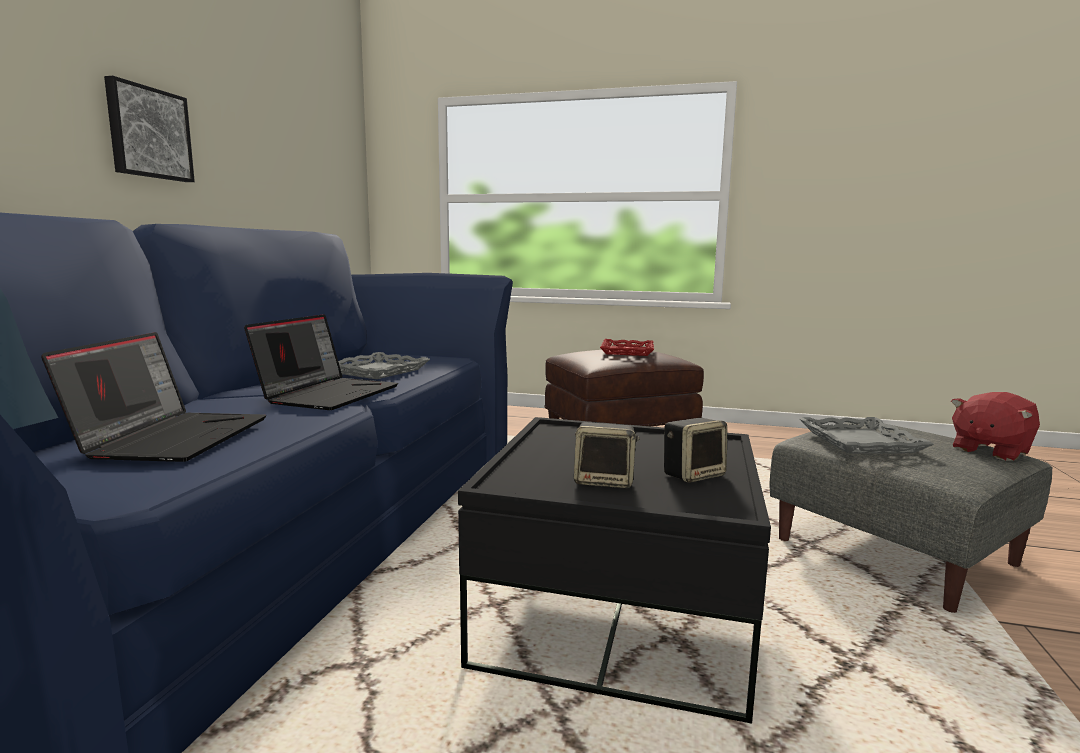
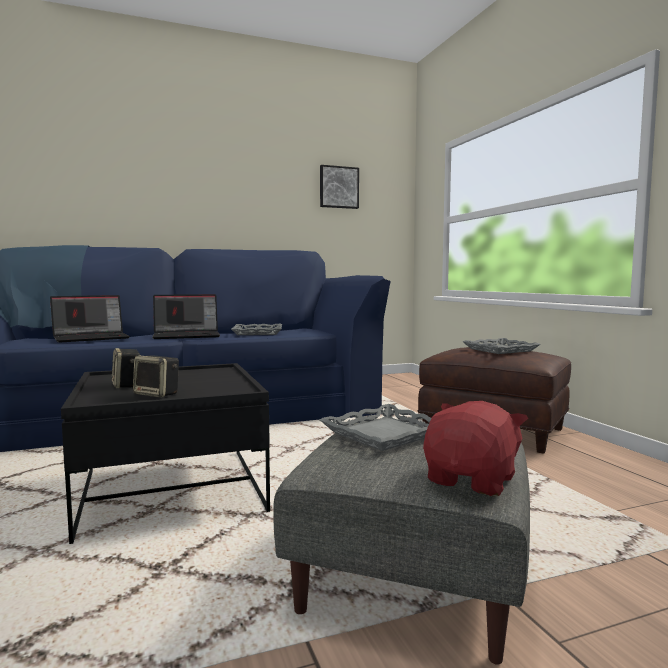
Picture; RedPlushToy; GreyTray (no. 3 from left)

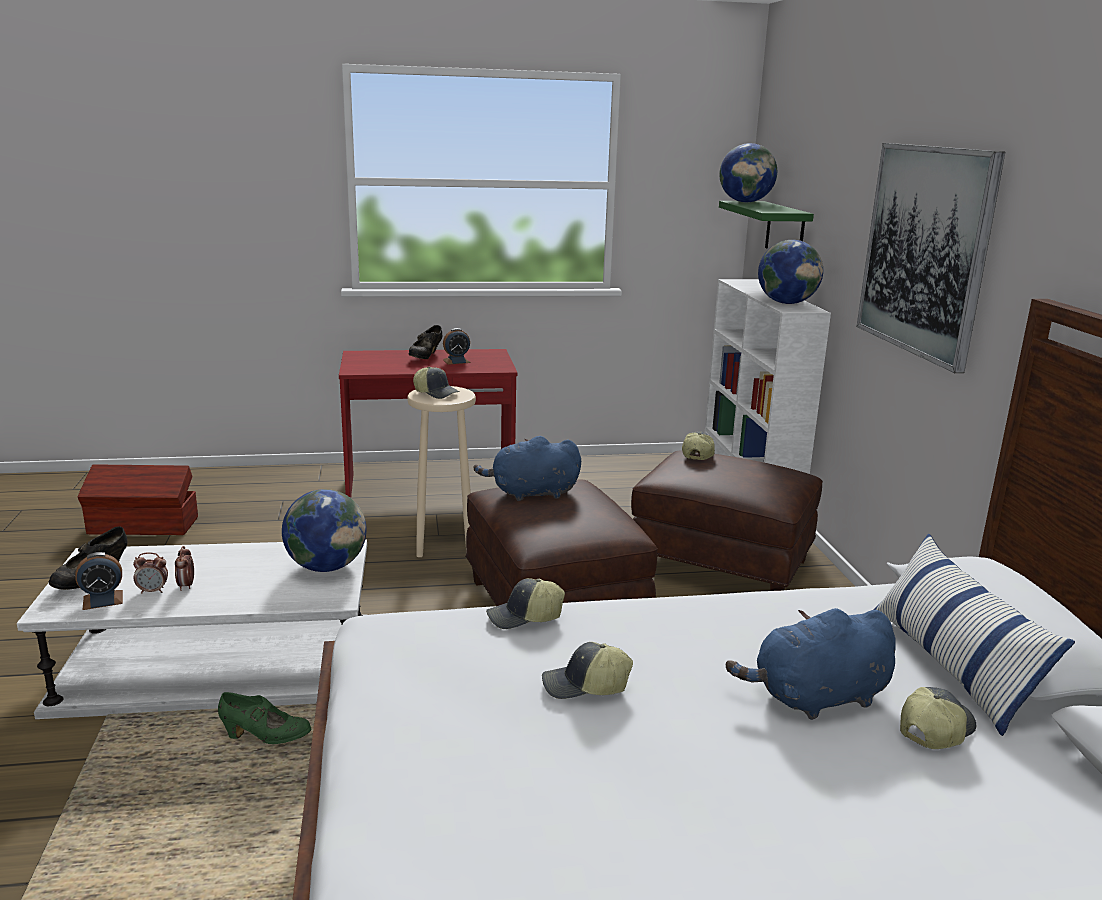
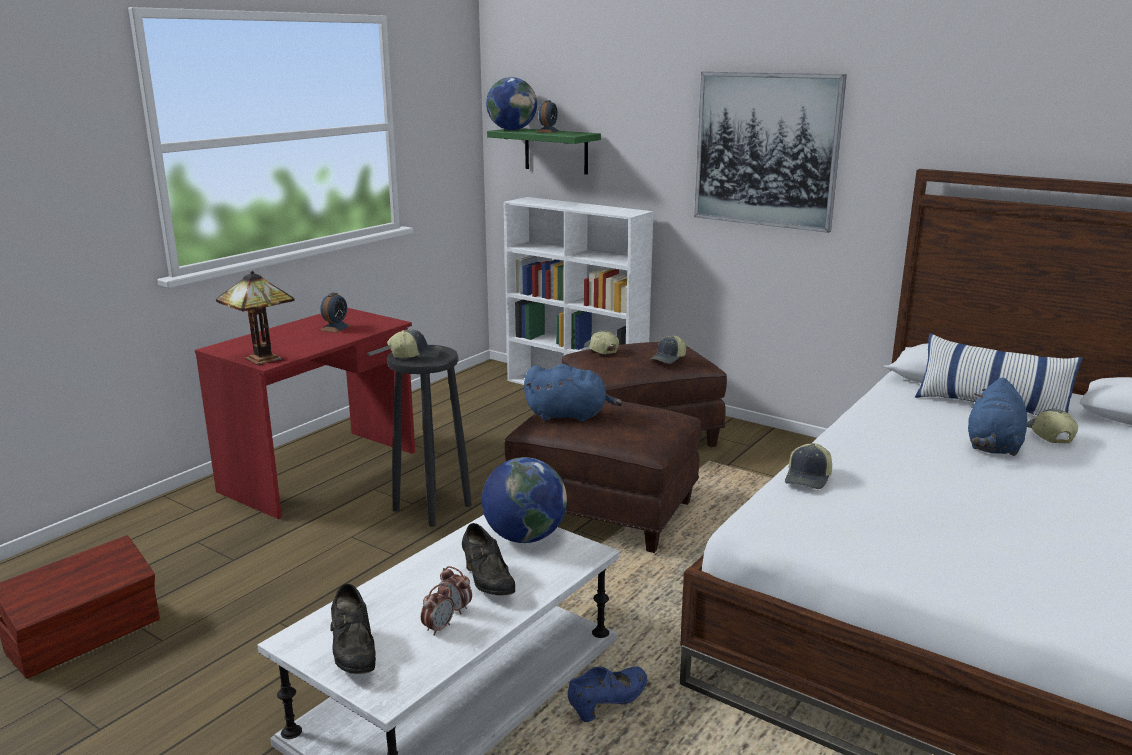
TableLamp; BlackStool; BlackShoe (no. 2 from left); BluePlushToy (no. 1 from left); AlarmClock (no. 4 from left); BlueShoe; Cap (no. 3 from left); Globe (no. 3 from left in the first image)

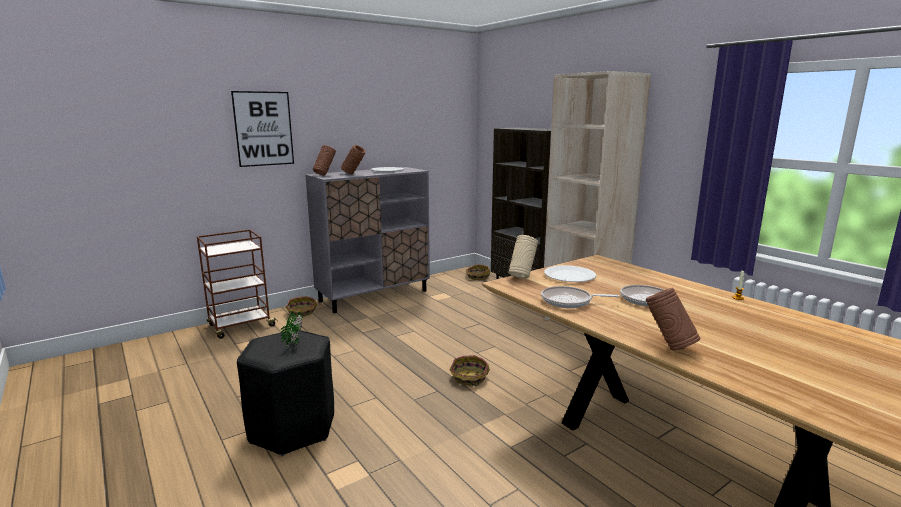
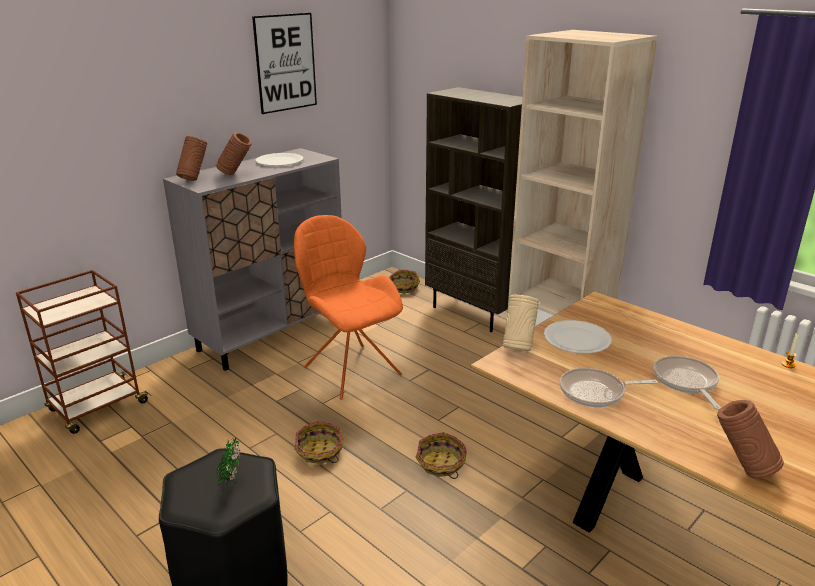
Picture; OrangeChair; Basket (no. 1 from left)

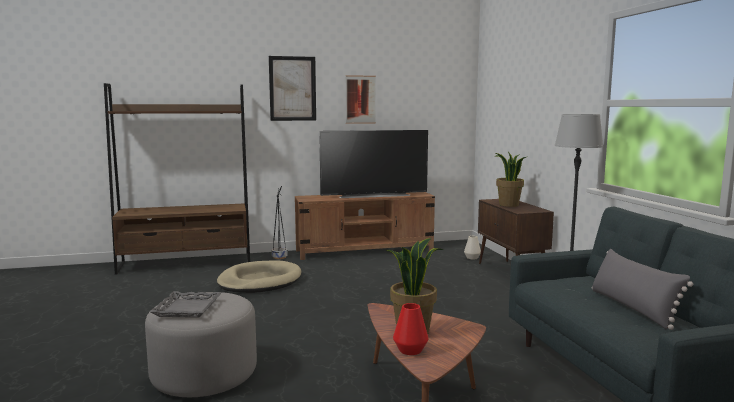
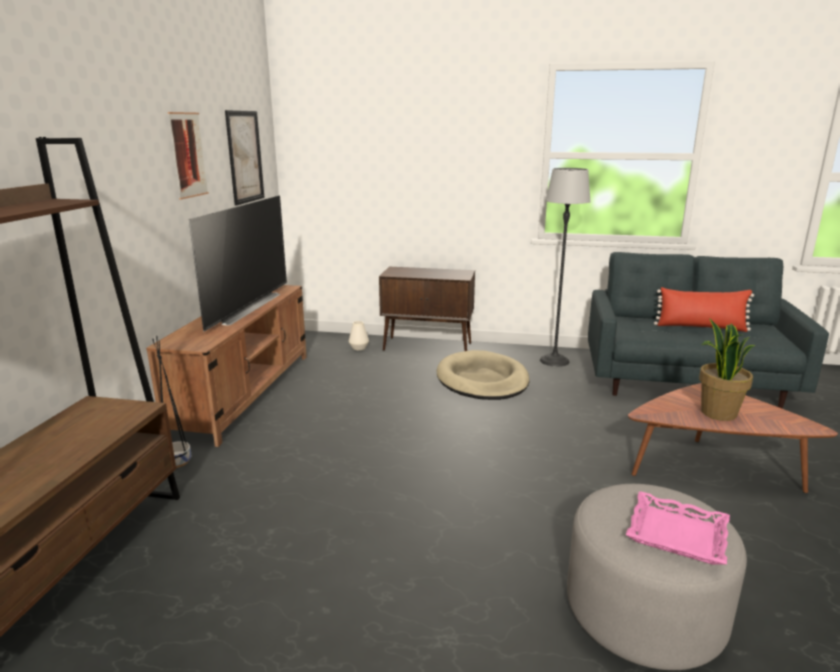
Picture (no. 2 from left); BeigeDogBed; PinkTray; RedPillow; RedVase; PottedPlant (no. 2 from left in the first image)

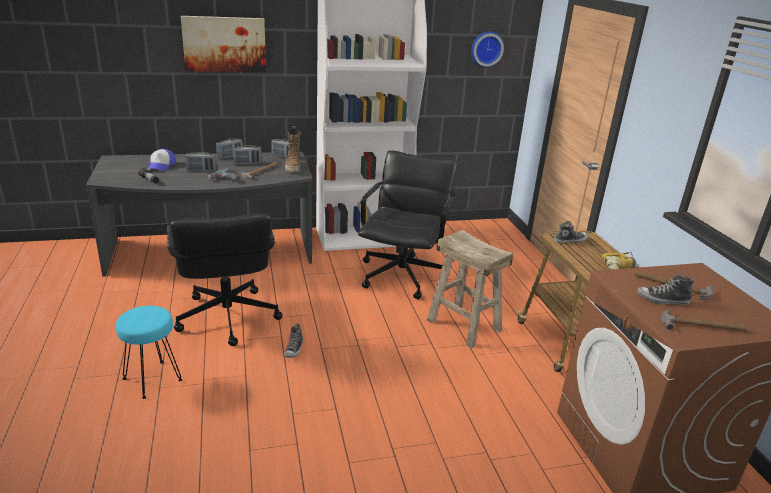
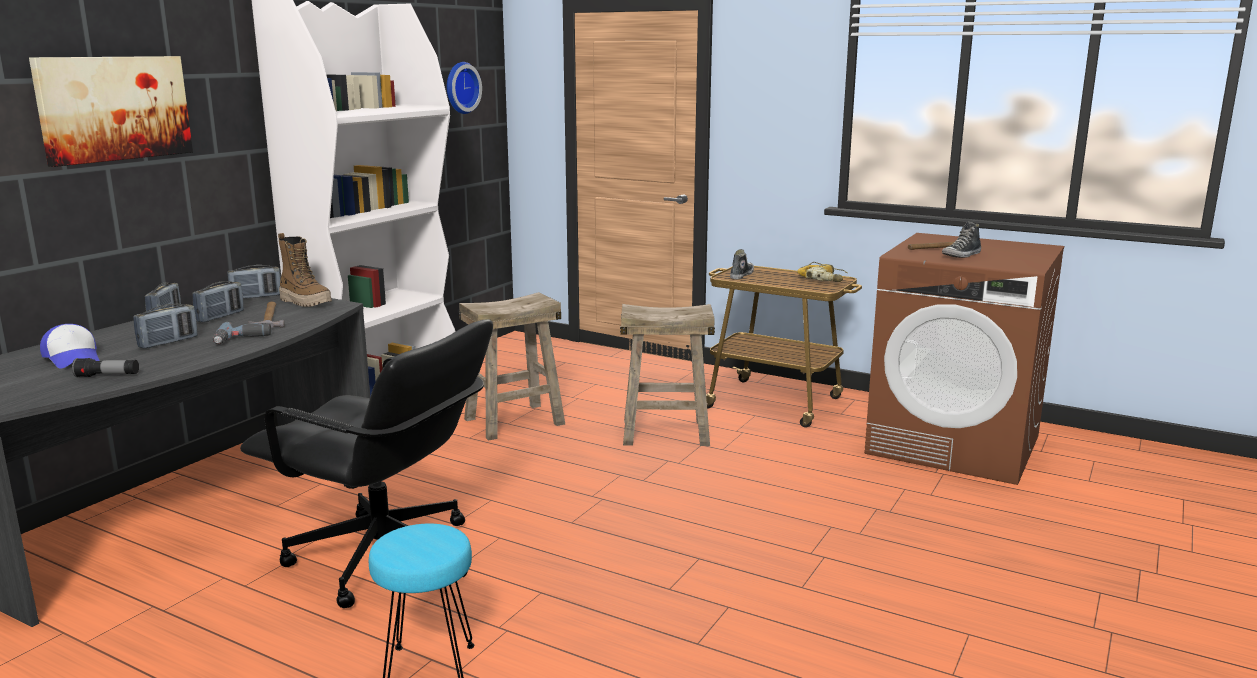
BeigeStool (no. 1 from left); Shoe (no. 1 from left in the first image); Hammer (no. 3 from left in the first image)

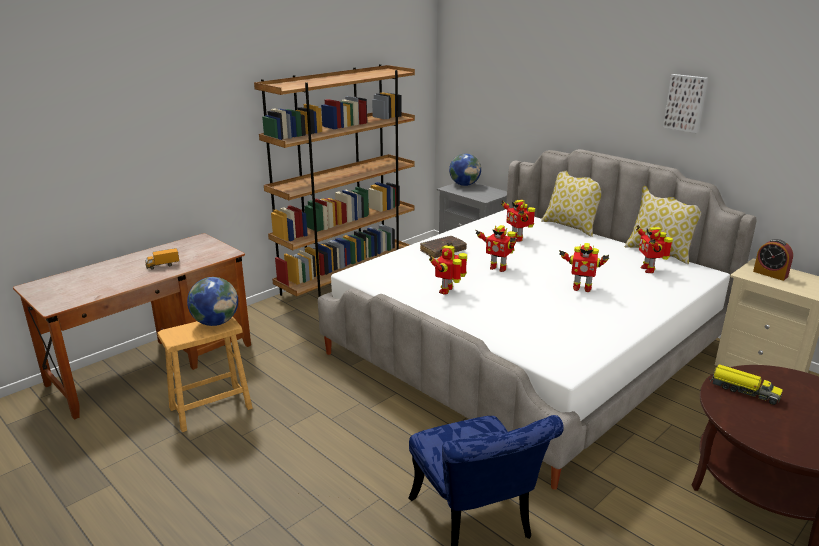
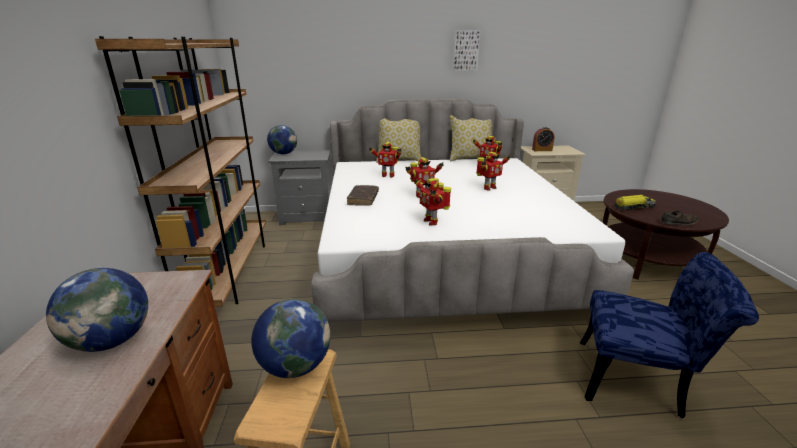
Globe (no. 1 from left); BrownShoe

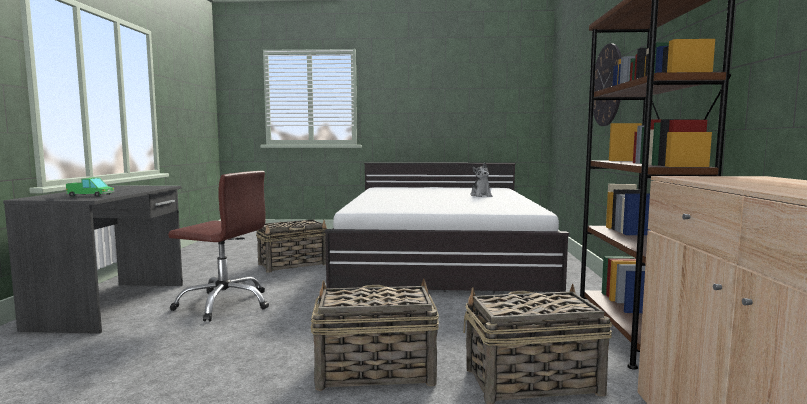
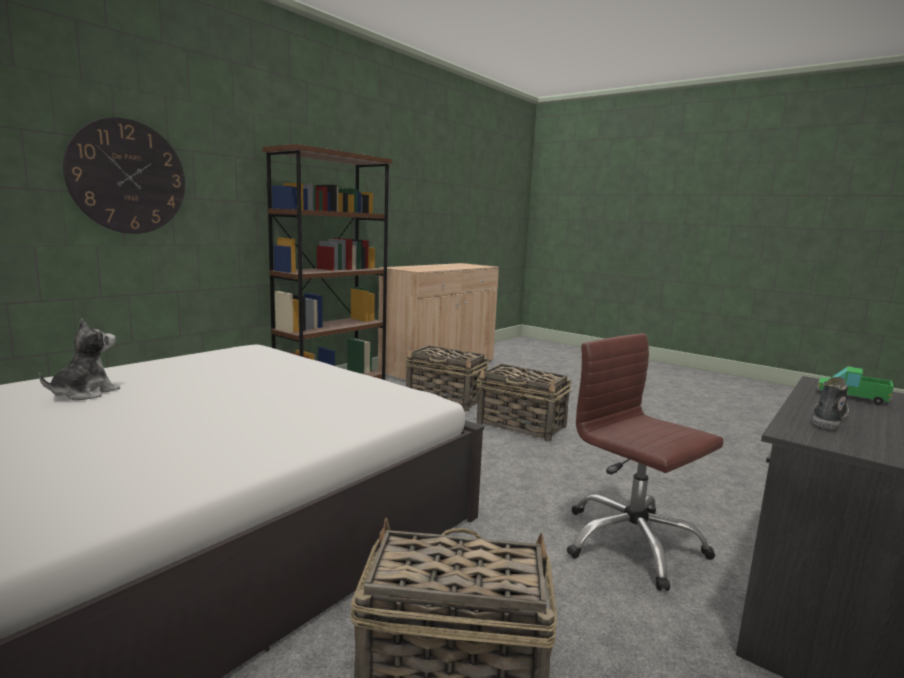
Shoe

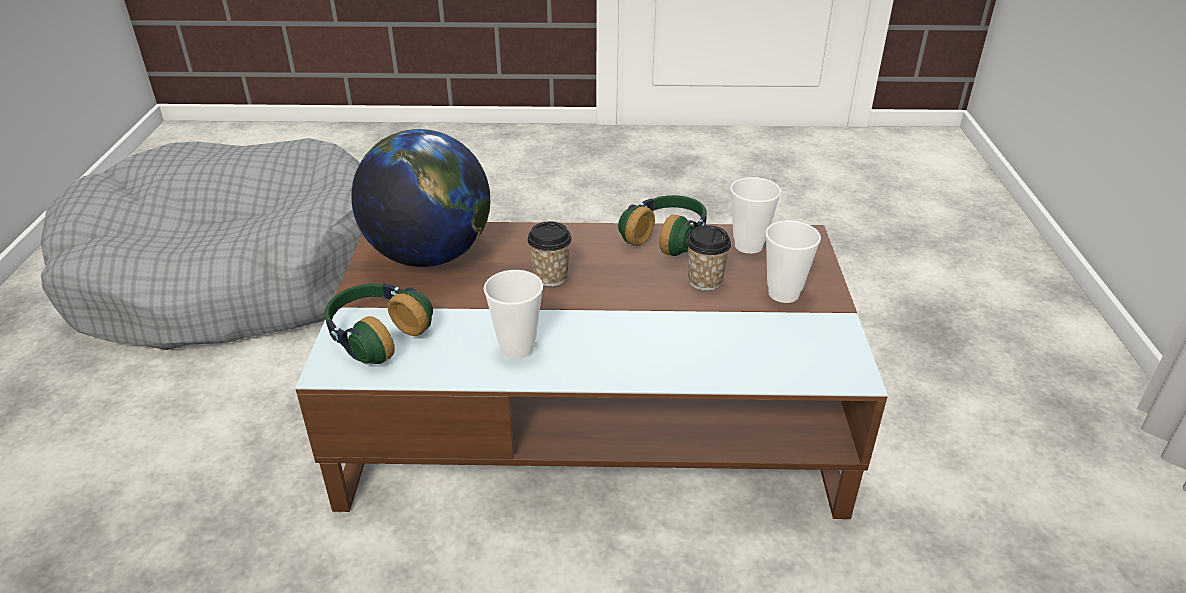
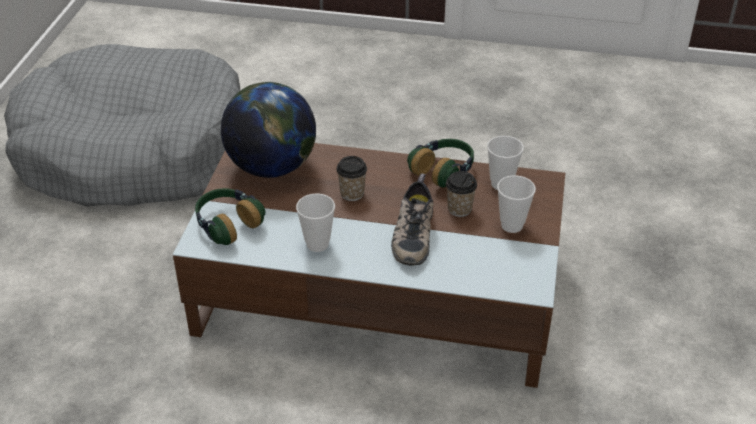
Shoe

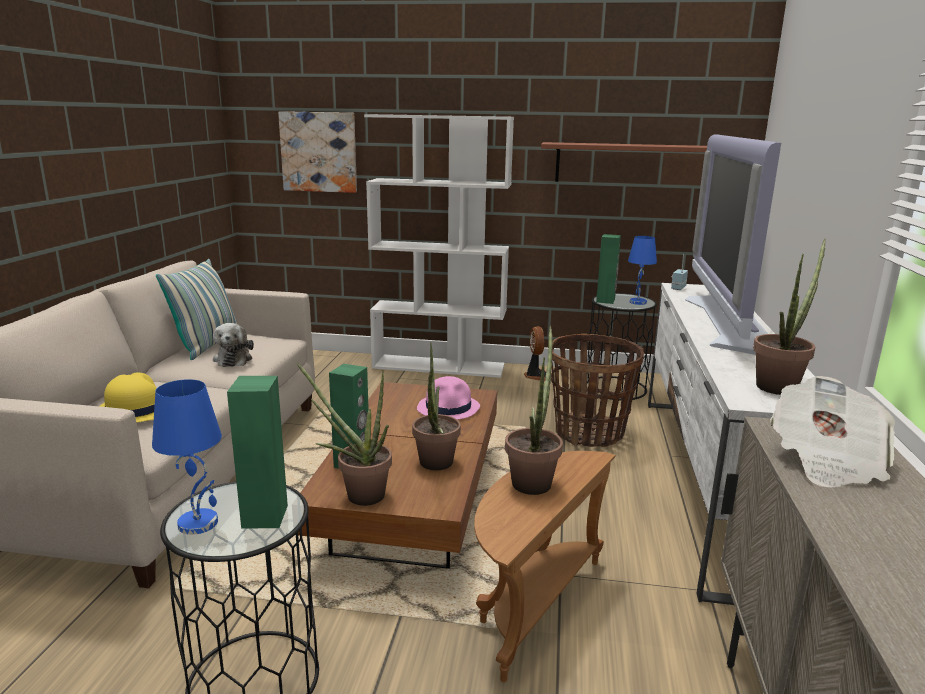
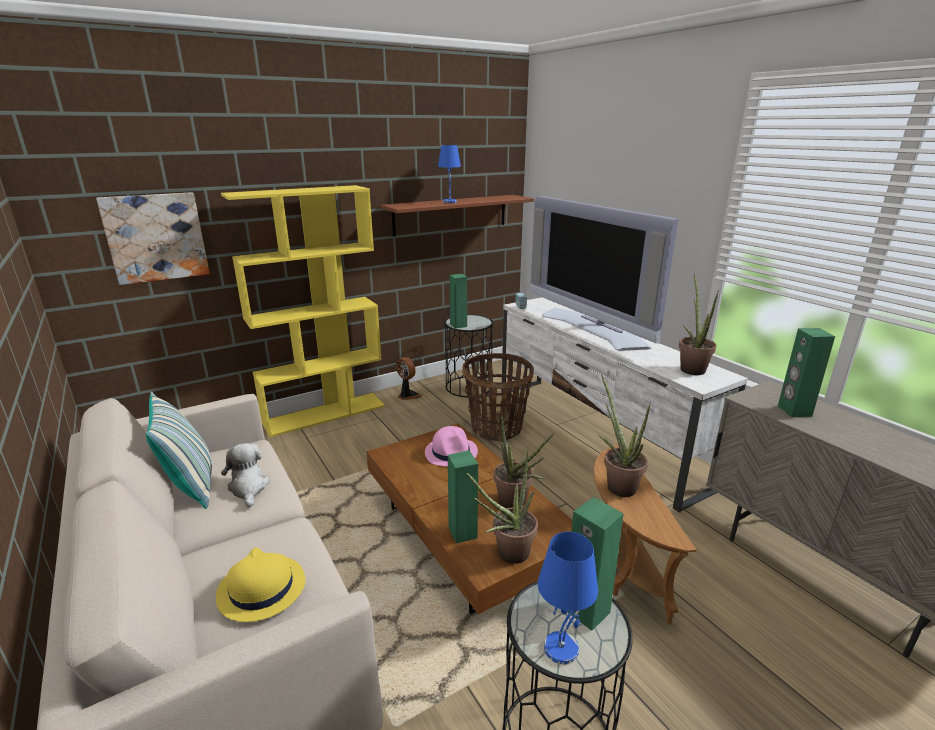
YellowBookcase; PlushToy; BlueTableLamp (no. 1 from left); GreenSpeaker (no. 4 from left)

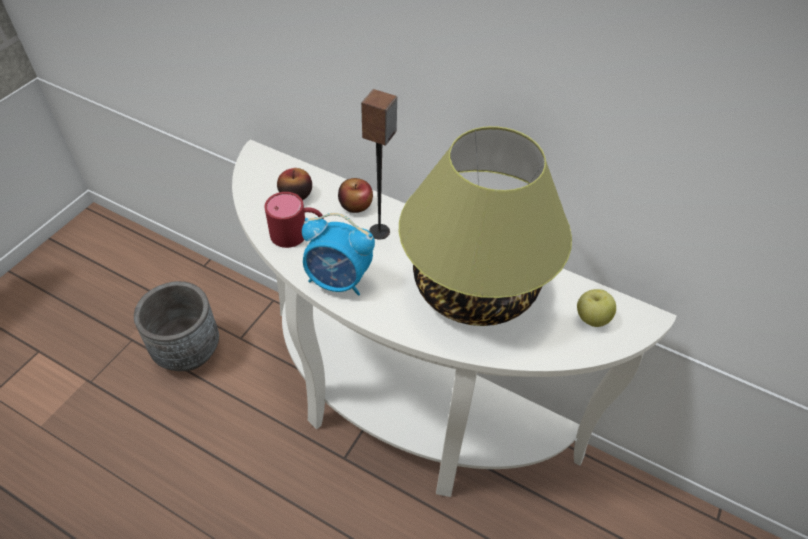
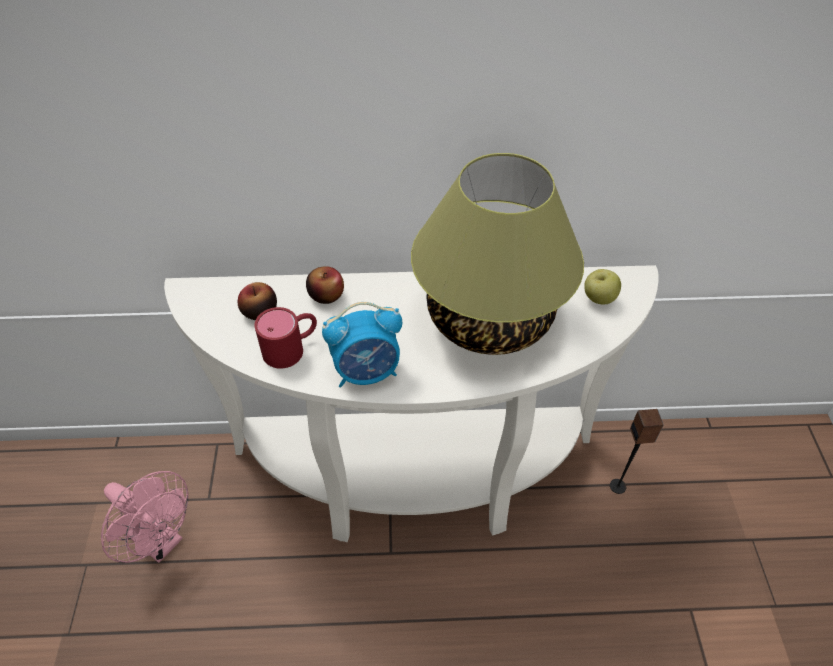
PinkFan; Speaker

